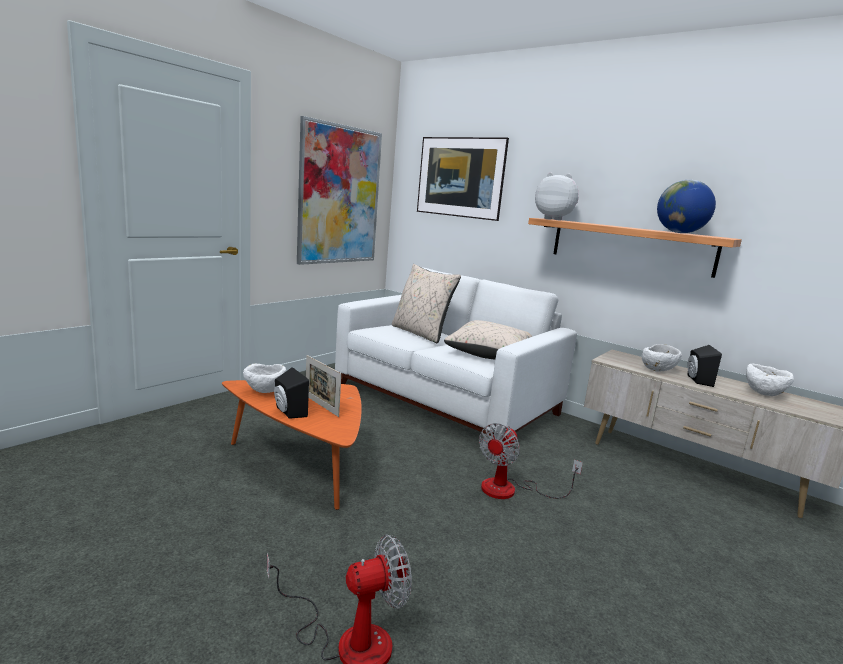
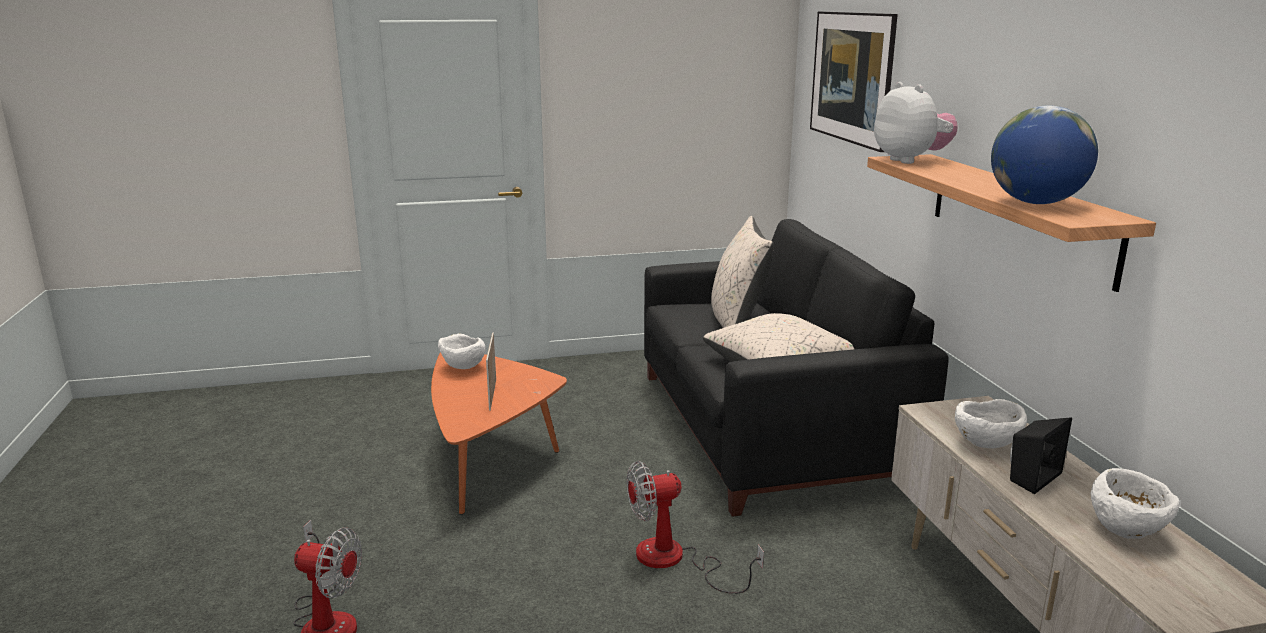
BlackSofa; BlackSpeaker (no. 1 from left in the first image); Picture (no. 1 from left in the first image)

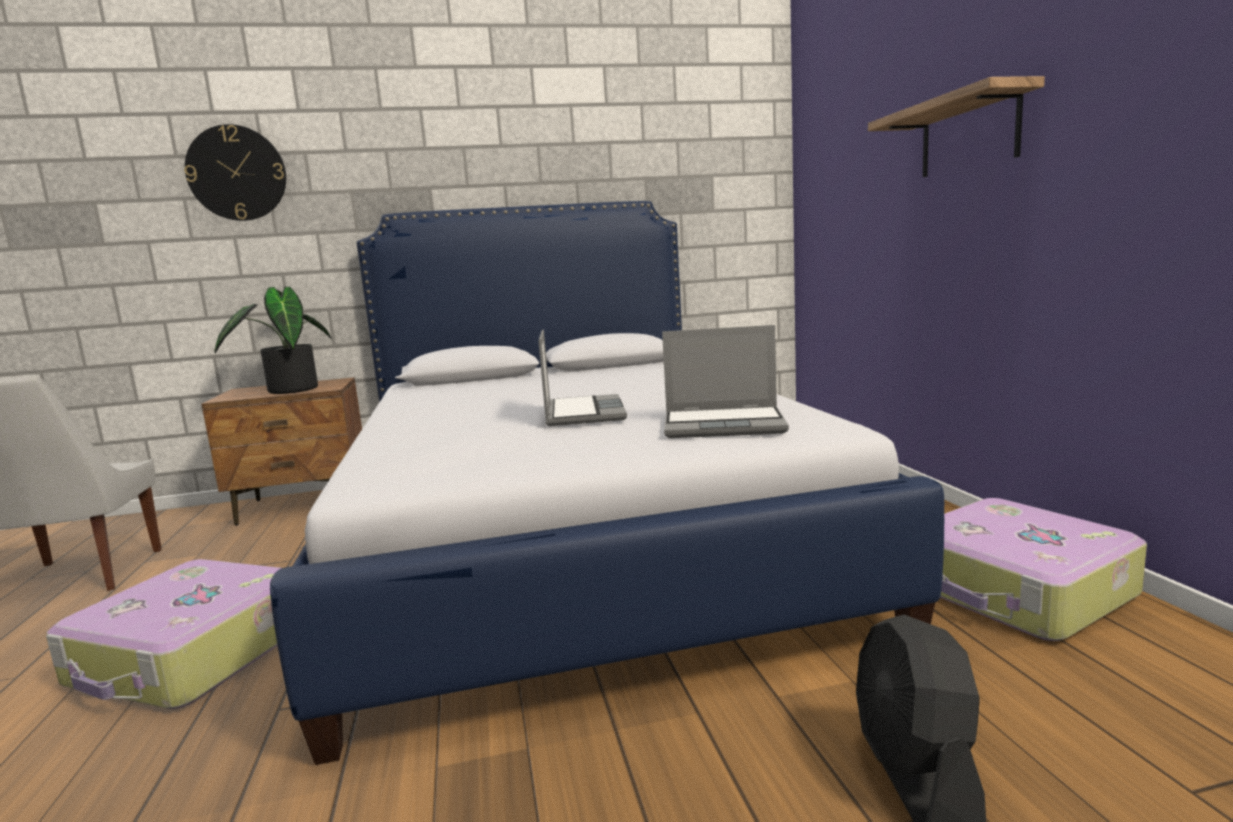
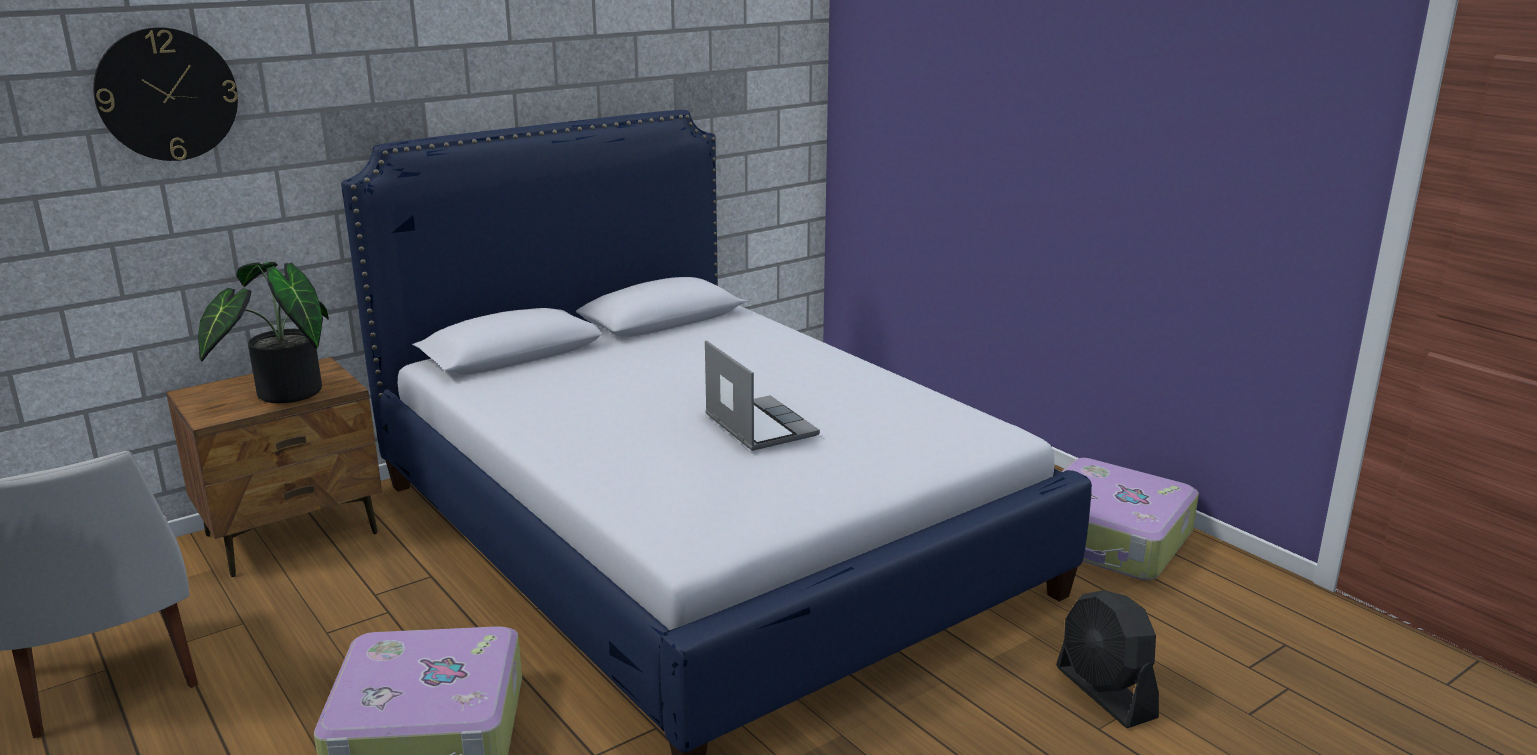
Laptop (no. 2 from left in the first image); Shelf

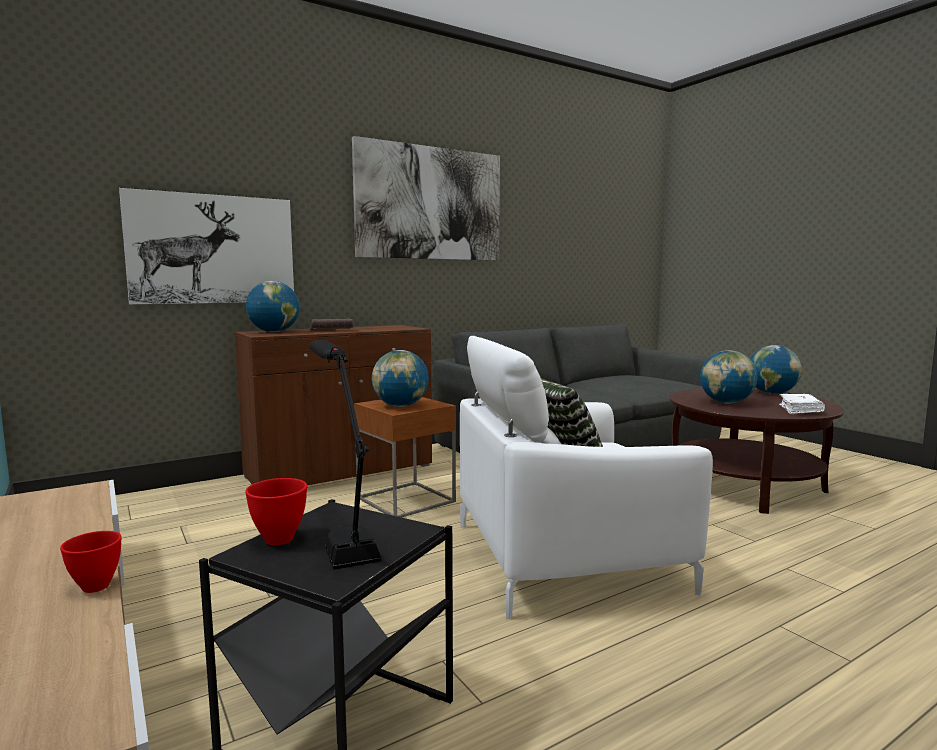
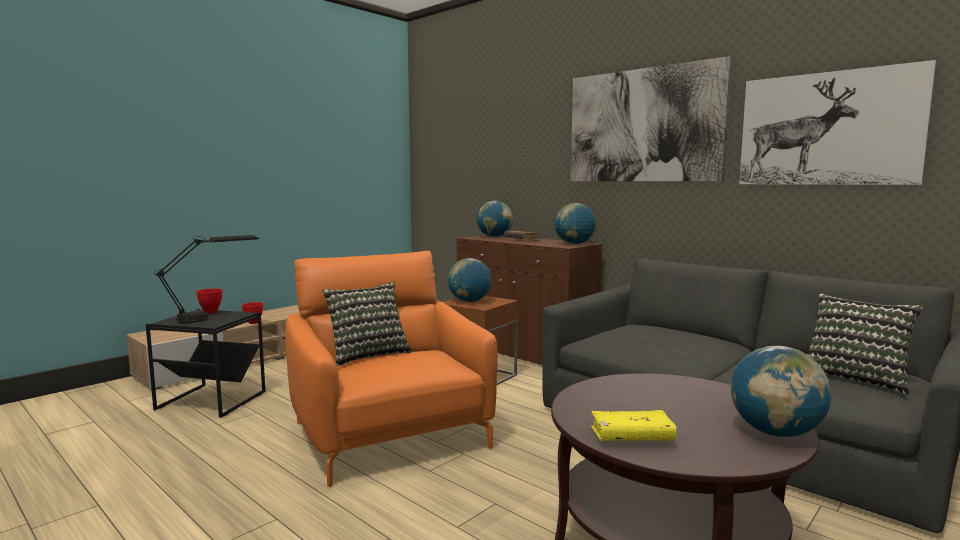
OrangeArmchair; Globe (no. 3 from left); YellowBook; Picture (no. 2 from left); Pillow (no. 2 from left)

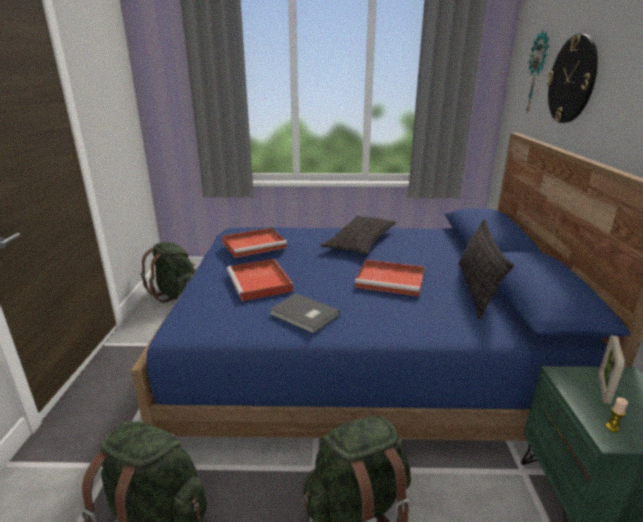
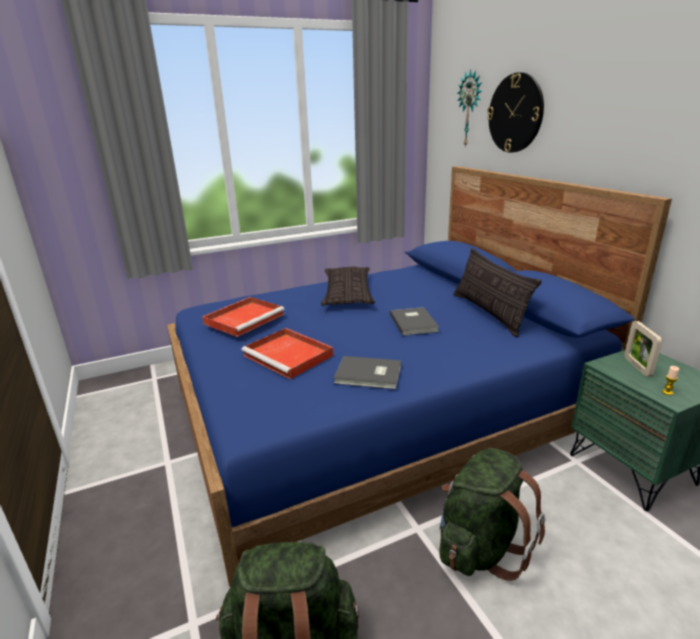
GreyBook (no. 2 from left); GreenBackpack (no. 2 from left in the first image)

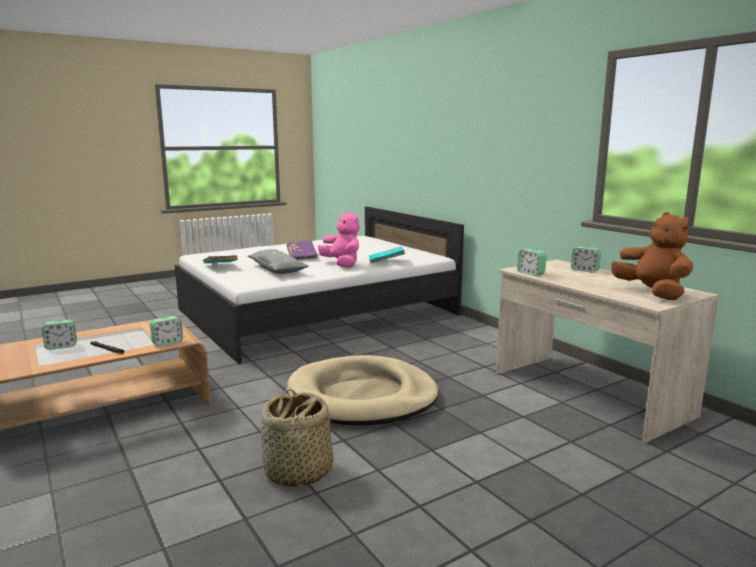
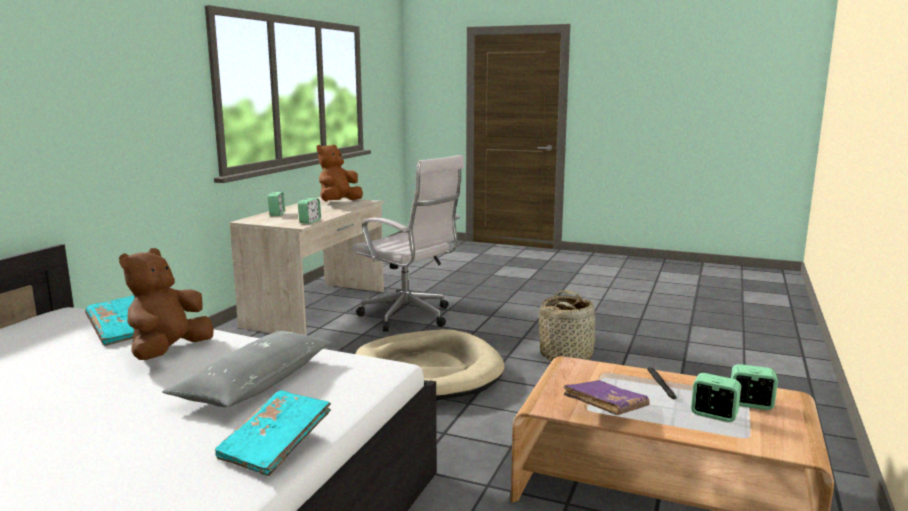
BrownPlushToy (no. 1 from left); WhiteOfficeChair; PurpleBook; AlarmClock (no. 4 from left)

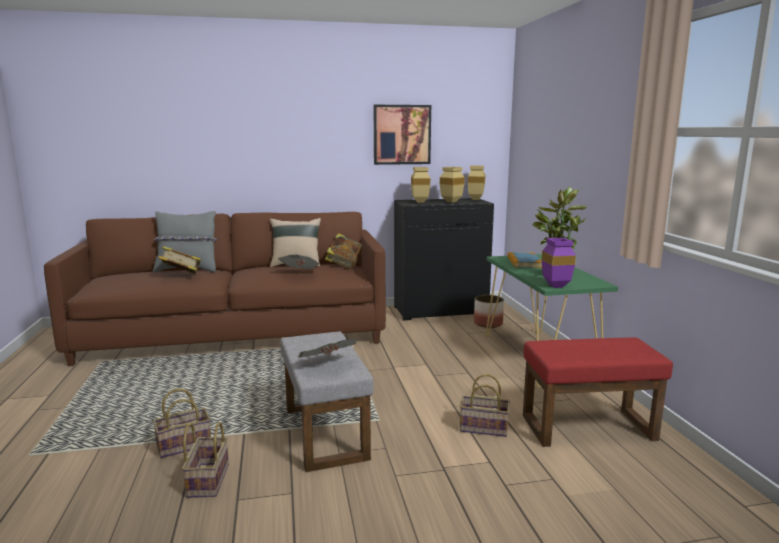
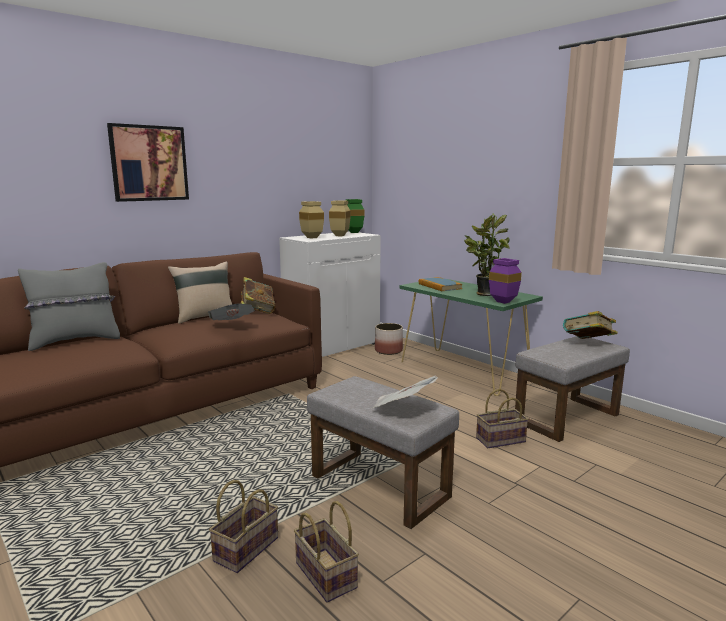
Picture; WhiteCabinet; GreenVase; GreyOttoman (no. 2 from left); Book (no. 3 from left)

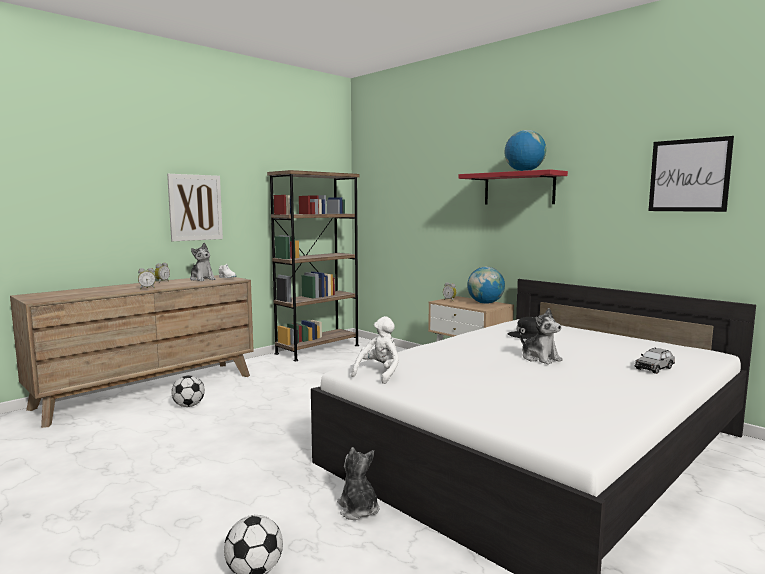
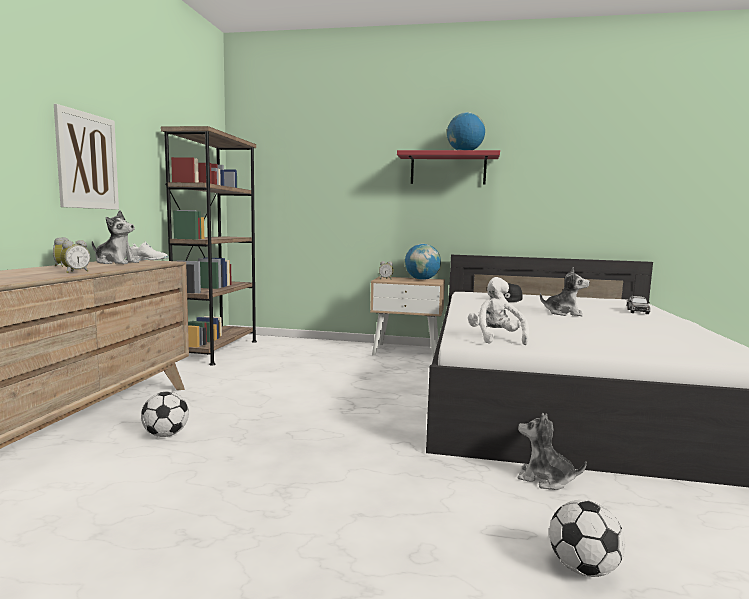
Picture (no. 2 from left in the first image)

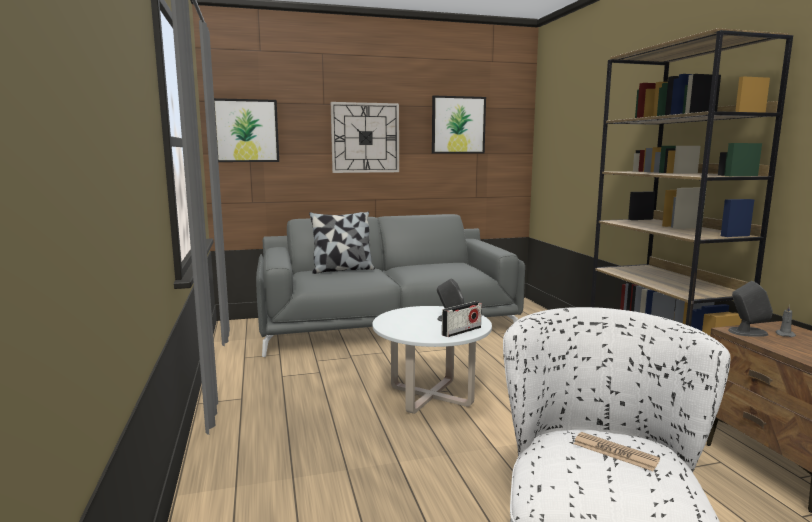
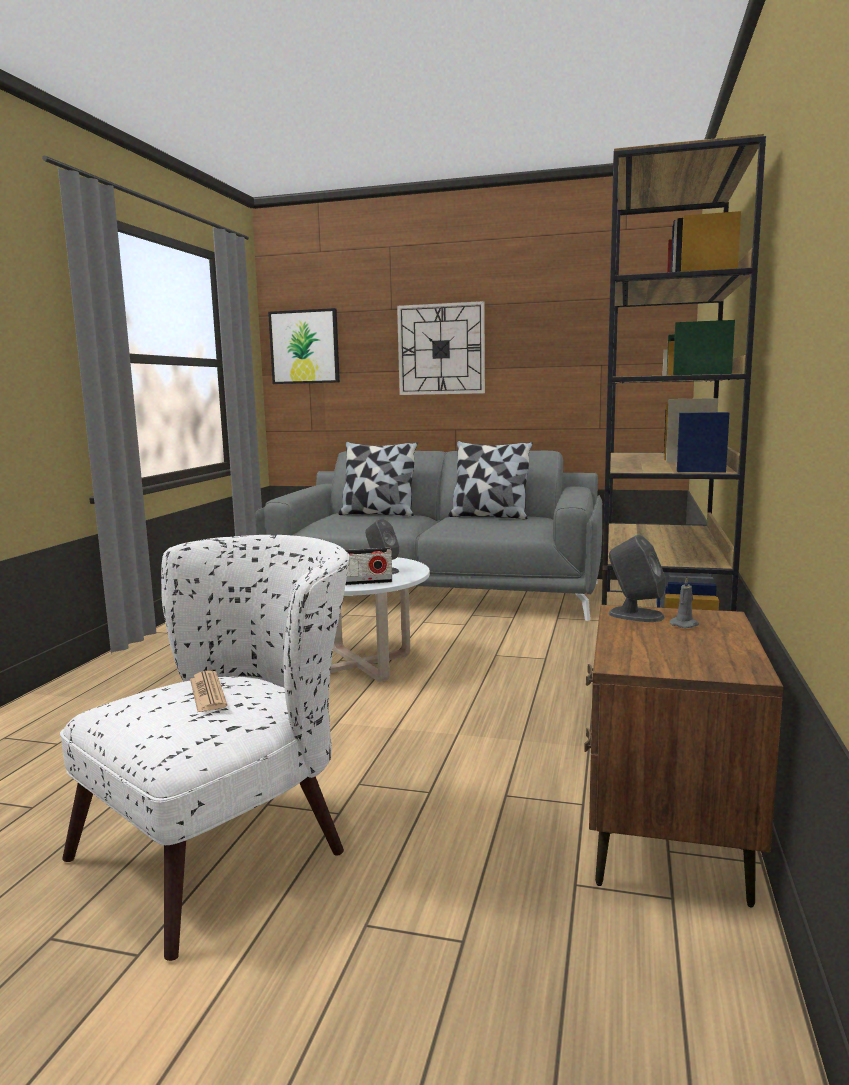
Pillow (no. 2 from left); Picture (no. 2 from left in the first image)

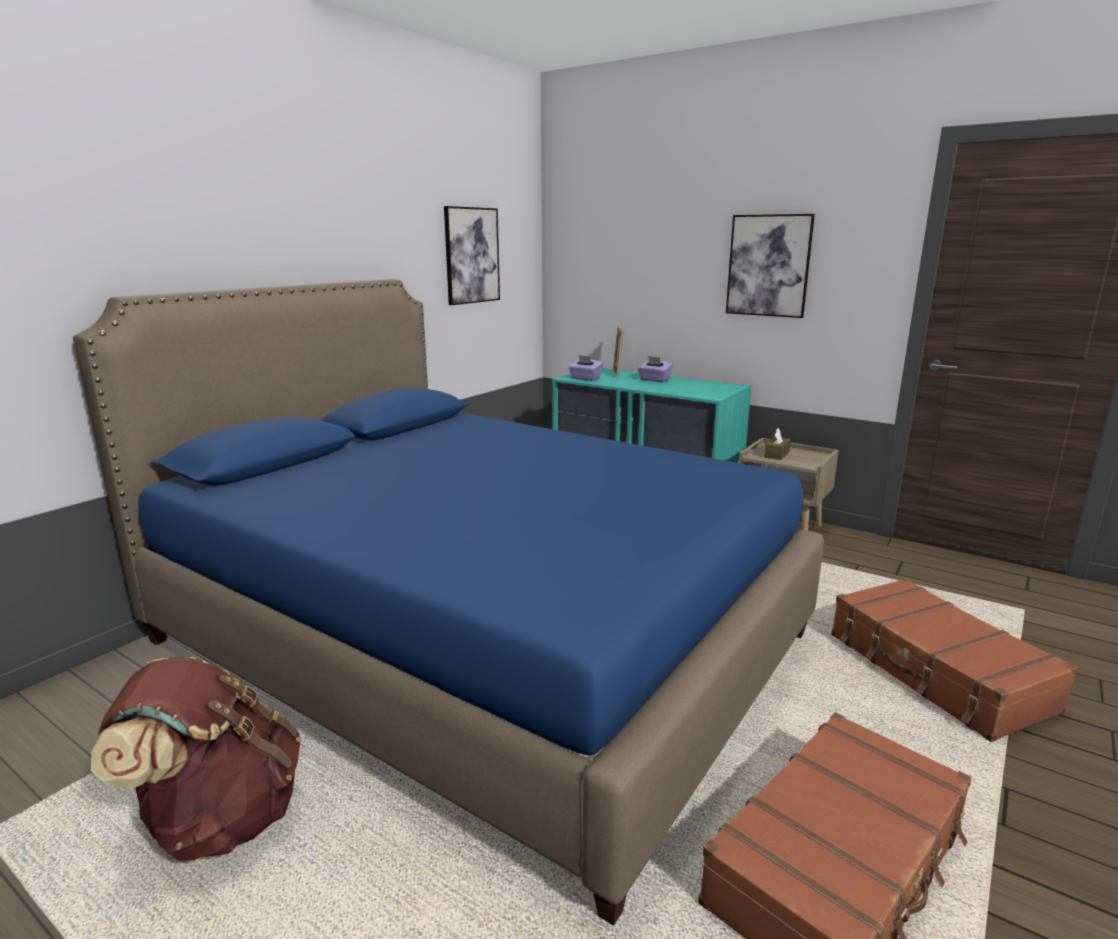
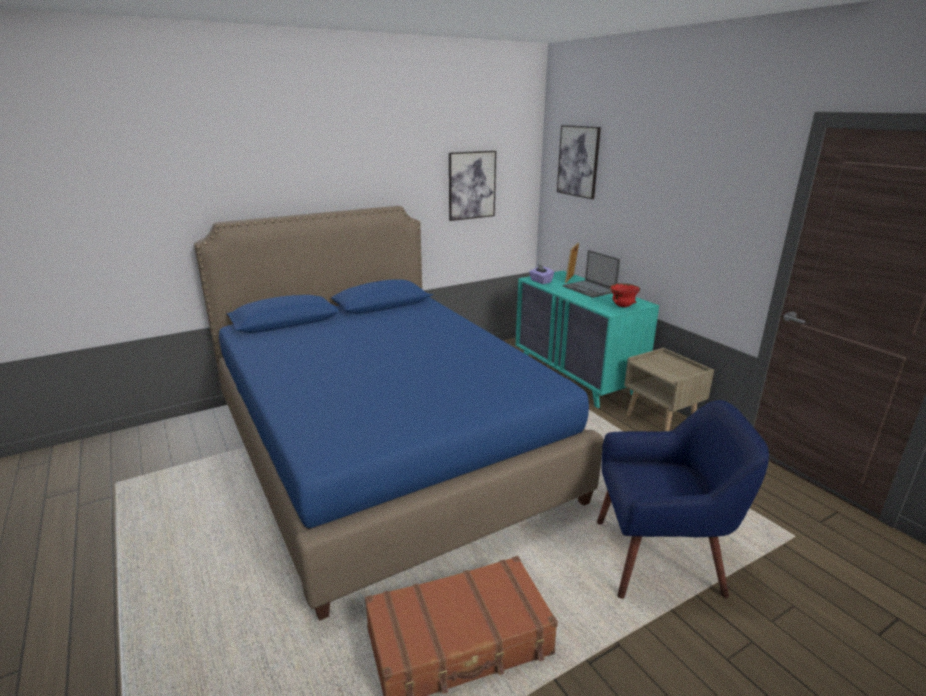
Picture (no. 2 from left); Laptop; BlueArmchair; RedBowl; BrownBackpack; BrownTissueBox

